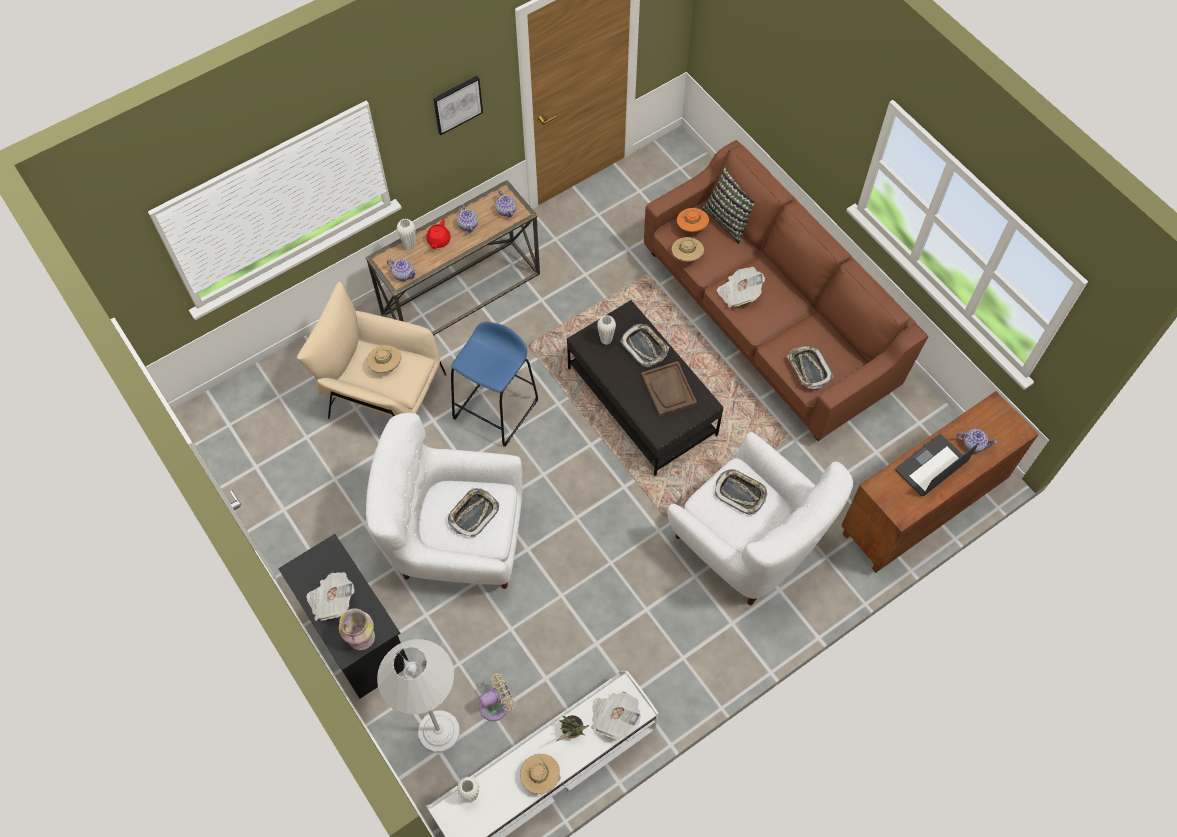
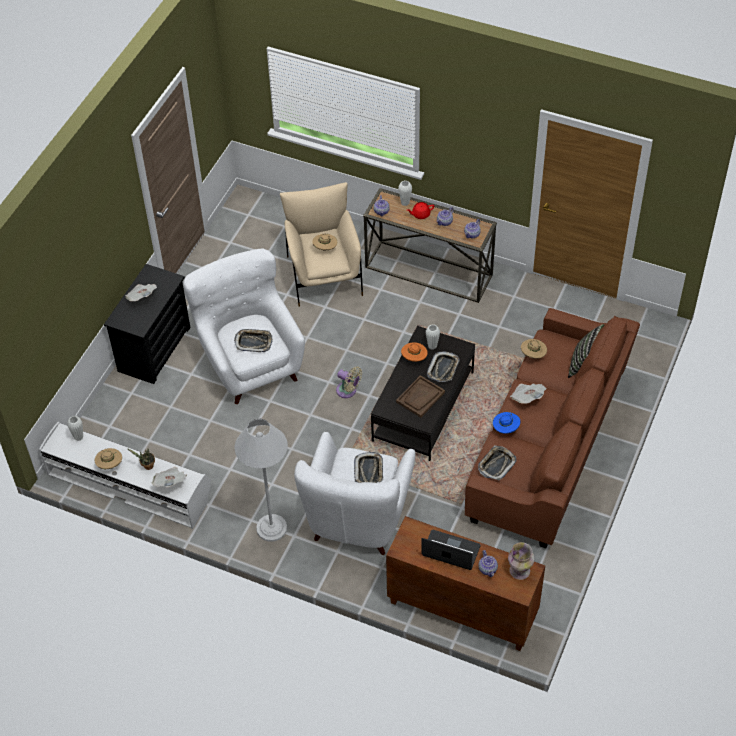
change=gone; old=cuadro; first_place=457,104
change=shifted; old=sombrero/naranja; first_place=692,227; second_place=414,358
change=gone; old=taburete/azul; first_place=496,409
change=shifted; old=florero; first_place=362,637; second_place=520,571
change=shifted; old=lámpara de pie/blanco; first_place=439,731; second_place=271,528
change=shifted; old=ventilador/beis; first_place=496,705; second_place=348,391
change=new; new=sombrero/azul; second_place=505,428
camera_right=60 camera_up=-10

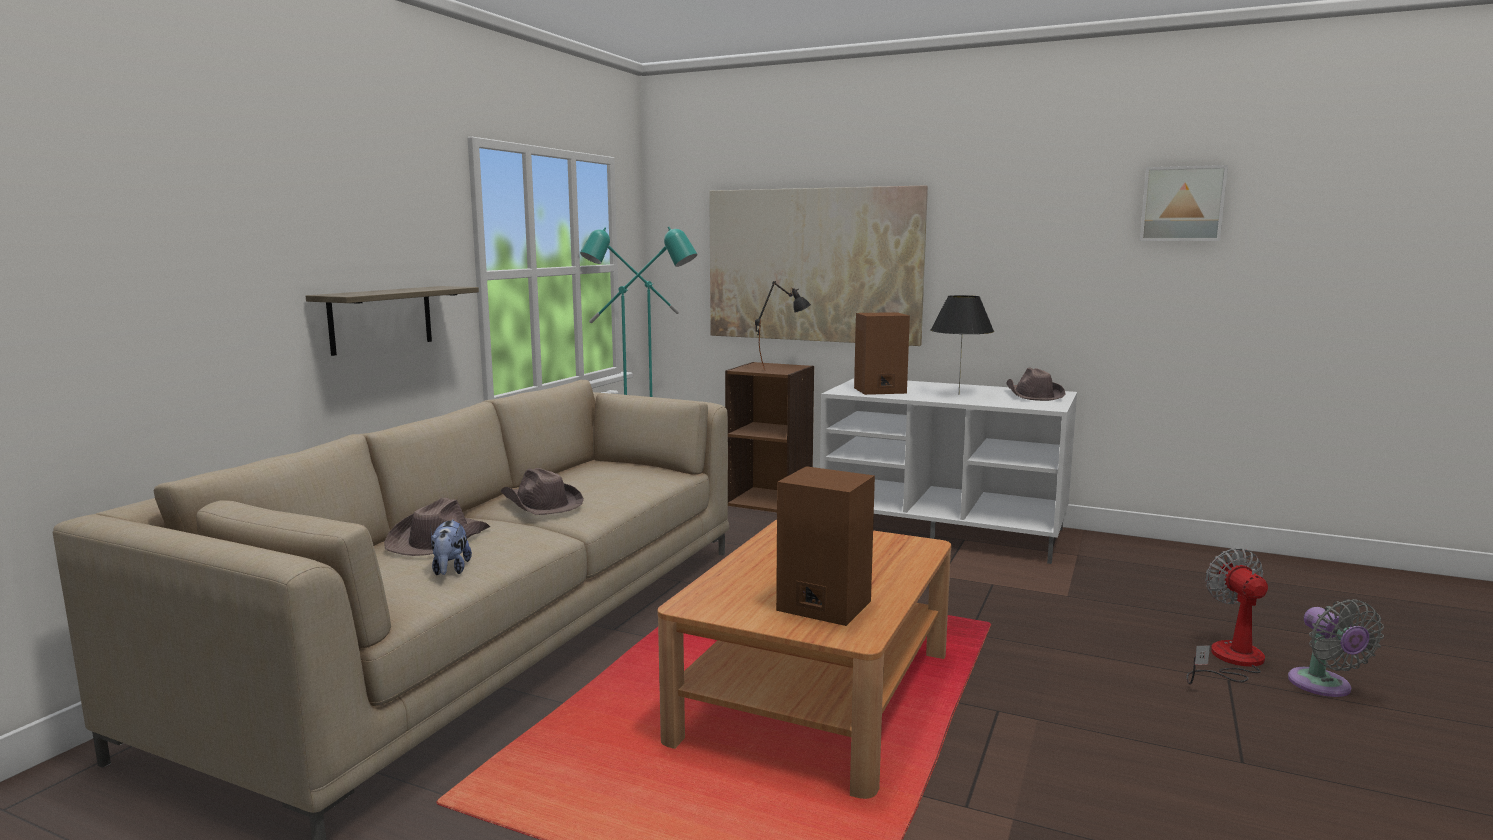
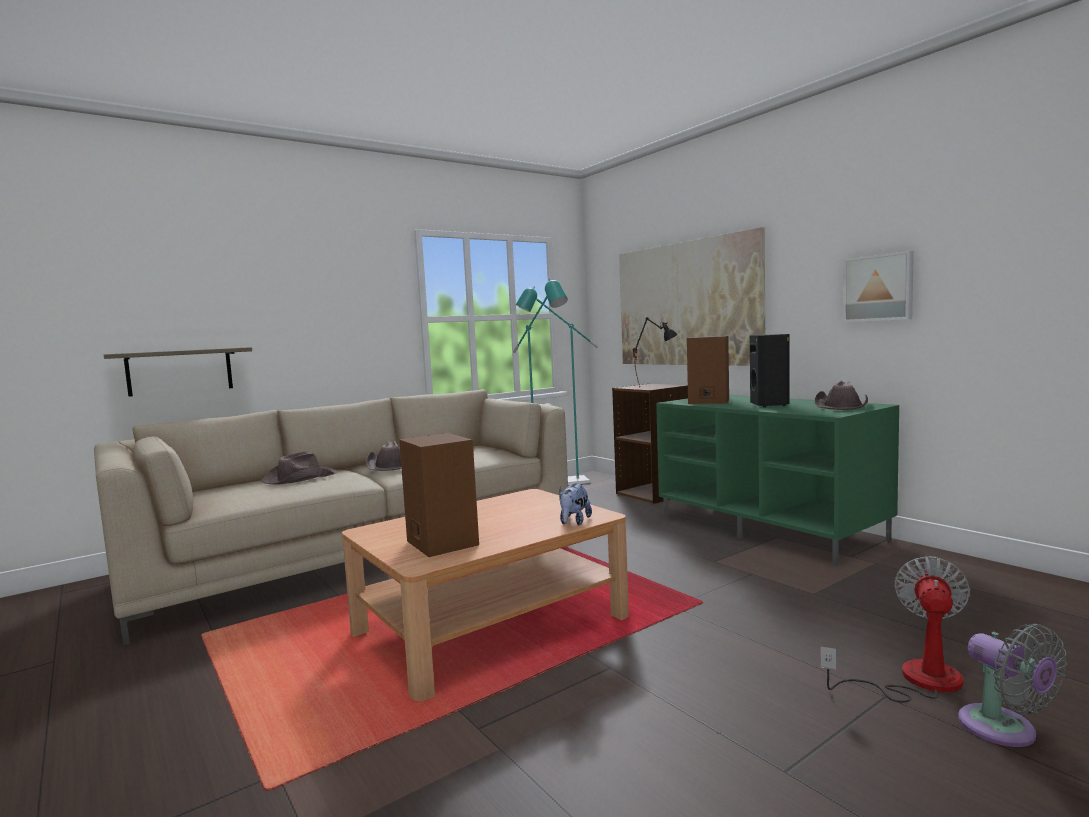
change=shifted; old=cuadro; first_place=1182,204; second_place=878,288
change=shifted; old=estante; first_place=381,319; second_place=180,371
change=swapped; old=lámpara de mesa/negro; new=altavoz/negro; first_place=959,394; second_place=770,405
change=repainted; old=mueble de televisión/blanco; new=mueble de televisión/verde; first_place=945,530; second_place=770,528
change=shifted; old=peluche; first_place=450,570; second_place=574,522
change=rotated; old=ventilador/gris; first_place=1323,686; second_place=1004,731; degrees=-45
camera_right=30 camera_up=-5

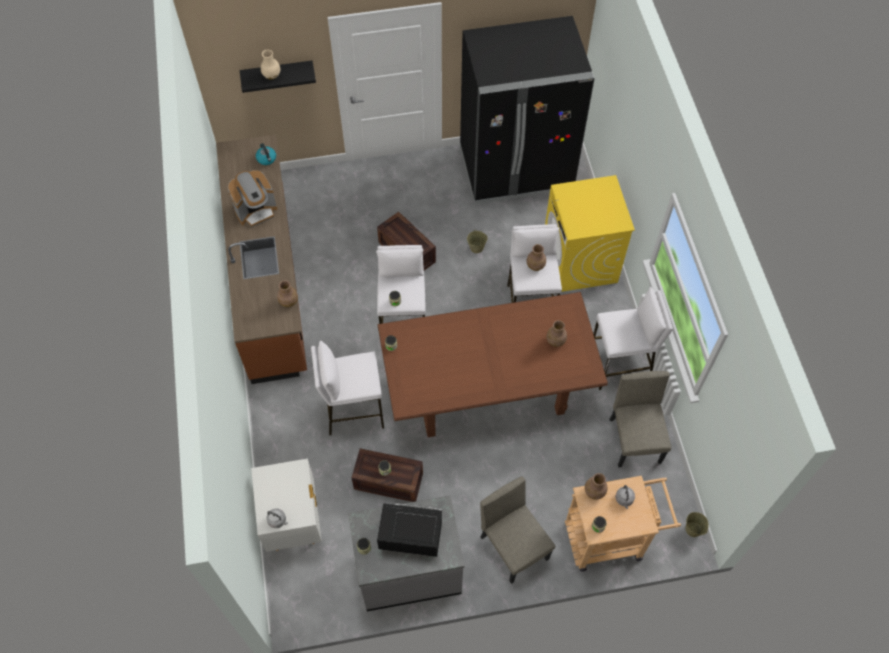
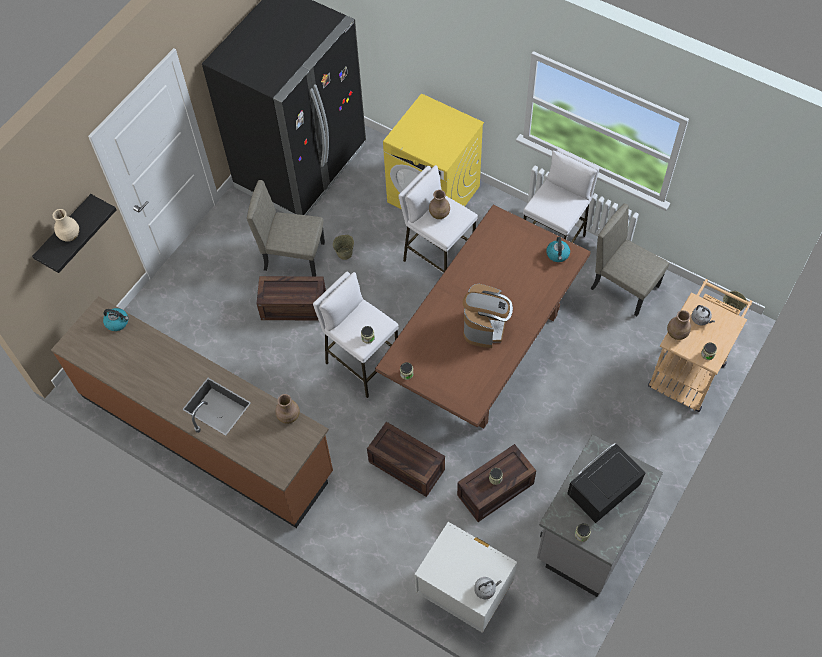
change=shifted; old=cafetera; first_place=256,211; second_place=485,327
change=gone; old=florero/marrón; first_place=555,341
change=swapped; old=taburete/blanco; new=caja de embalaje; first_place=353,411; second_place=405,466
change=shifted; old=silla/beis; first_place=514,547; second_place=294,256
change=new; new=hervidor; second_place=558,254
camera_right=-45 camera_up=0

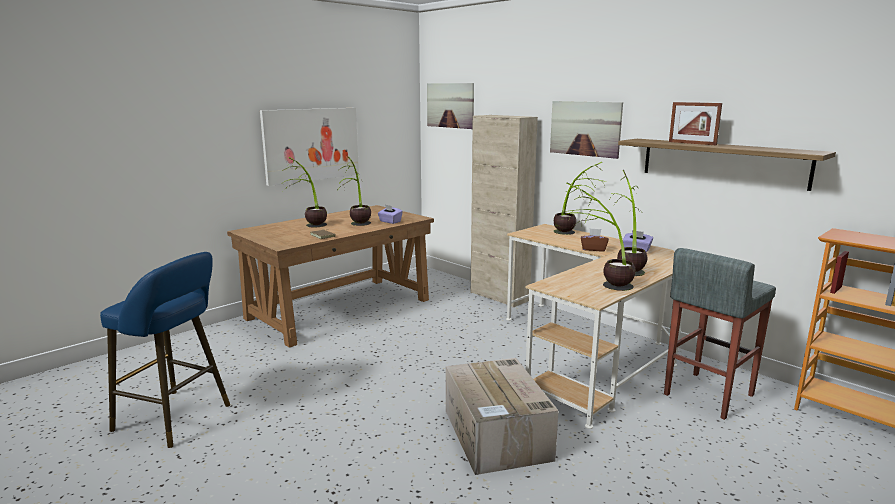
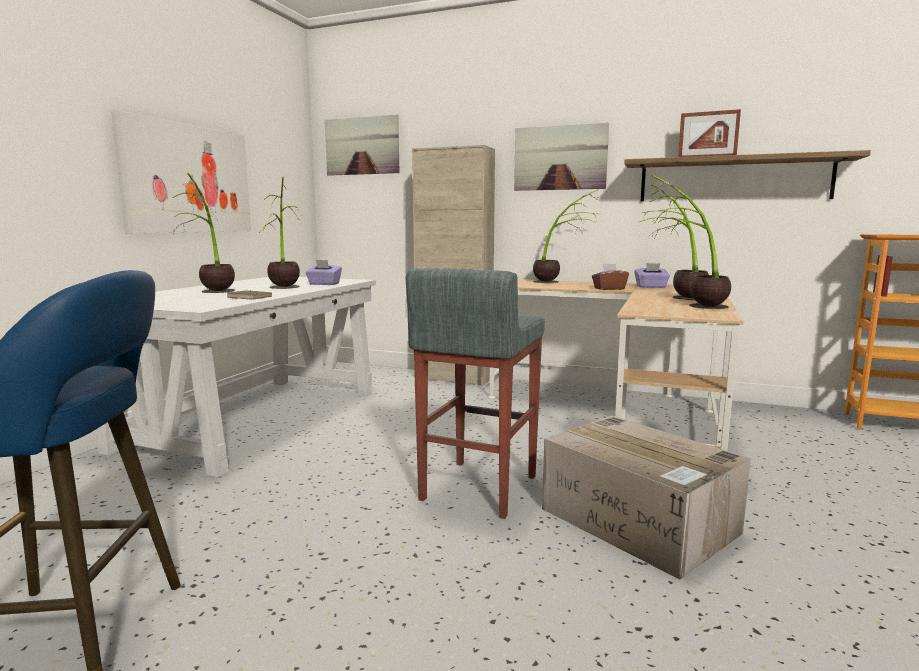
change=repainted; old=escritorio/marrón; new=escritorio/blanco; first_place=339,309; second_place=255,418
change=shifted; old=taburete/gris; first_place=707,395; second_place=477,488
camera_right=-25 camera_up=-5

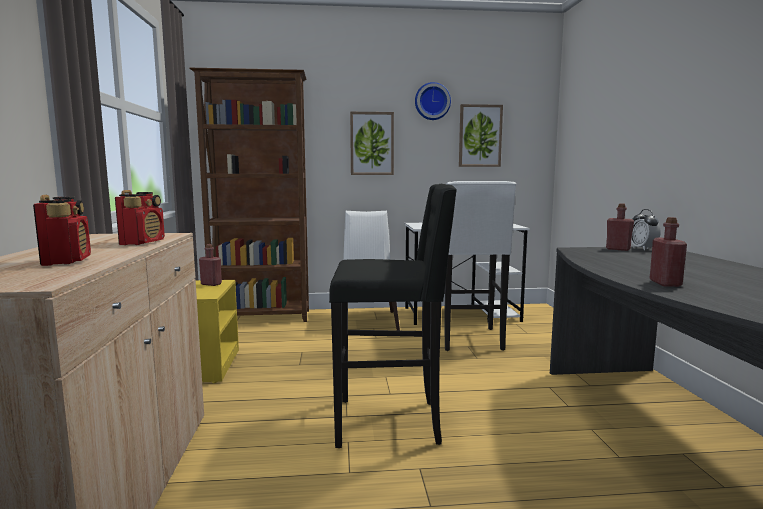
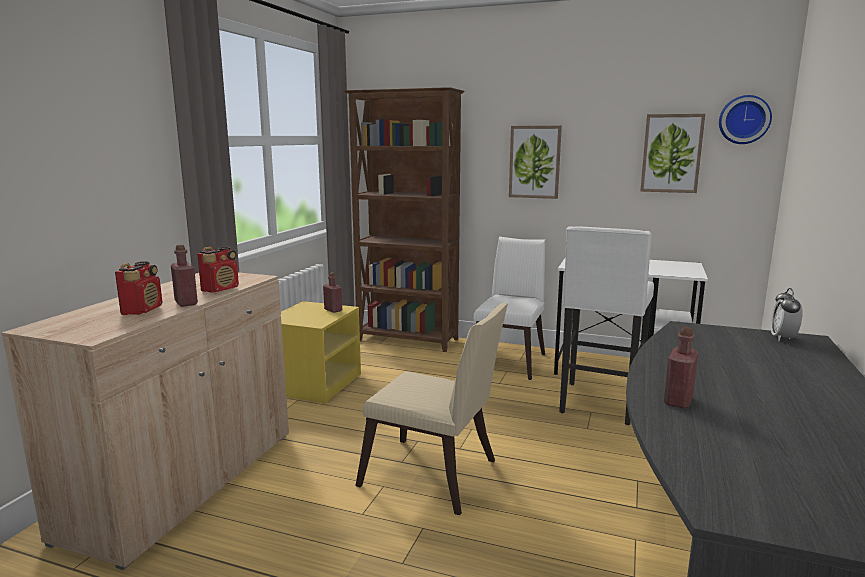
change=shifted; old=reloj de pared; first_place=432,101; second_place=744,120
change=swapped; old=taburete/negro; new=silla/beis; first_place=390,422; second_place=435,477
change=shifted; old=botella/rojo; first_place=618,249; second_place=186,303
camera_right=25 camera_up=5

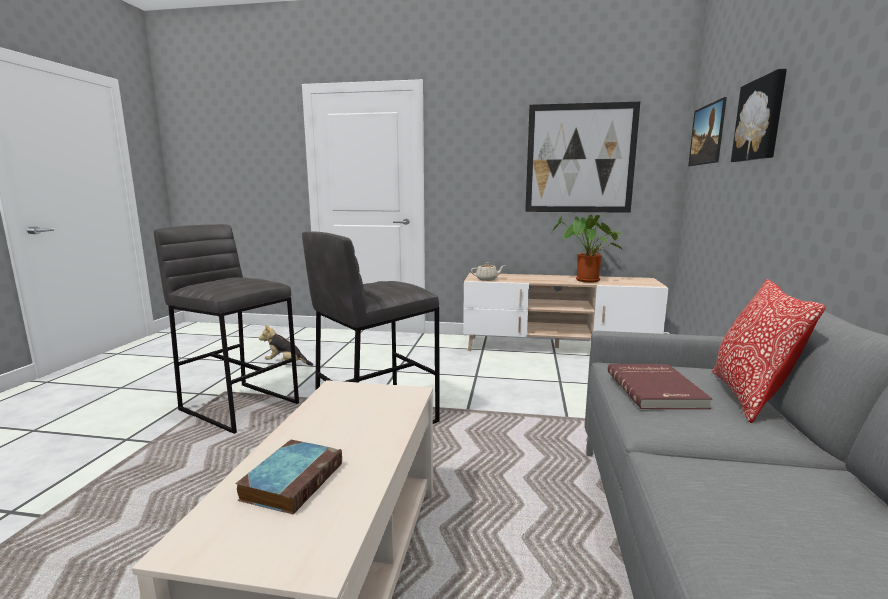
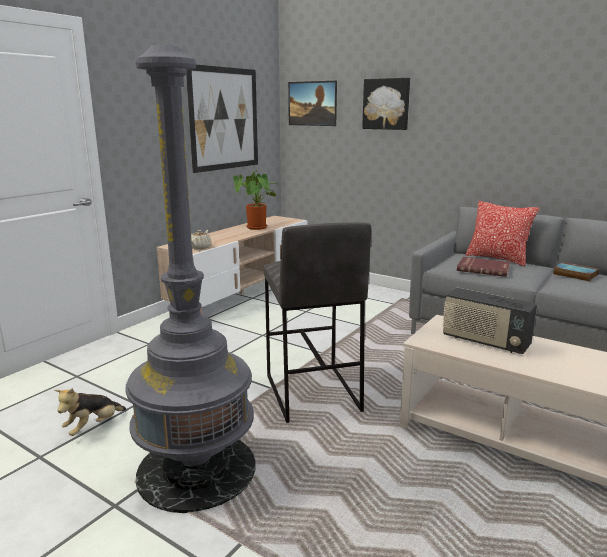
change=swapped; old=taburete/gris; new=lámpara de pie/gris; first_place=240,406; second_place=196,469
change=shifted; old=libro; first_place=293,480; second_place=573,274
change=new; new=radio; second_place=484,342
camera_right=-65 camera_up=5

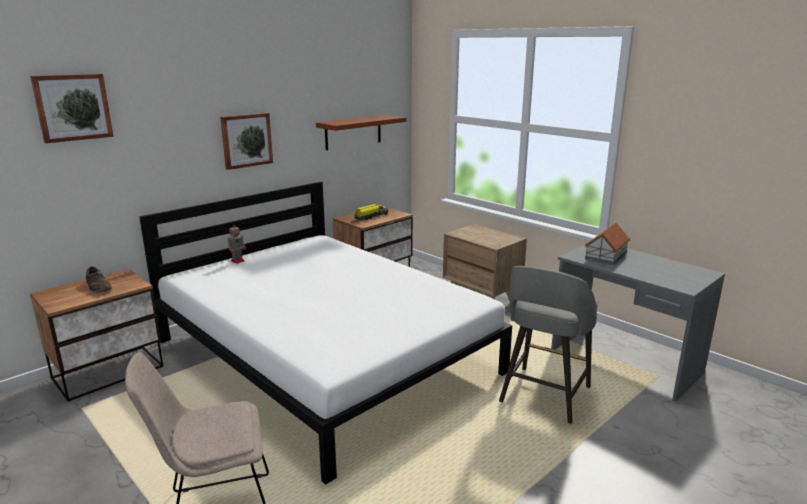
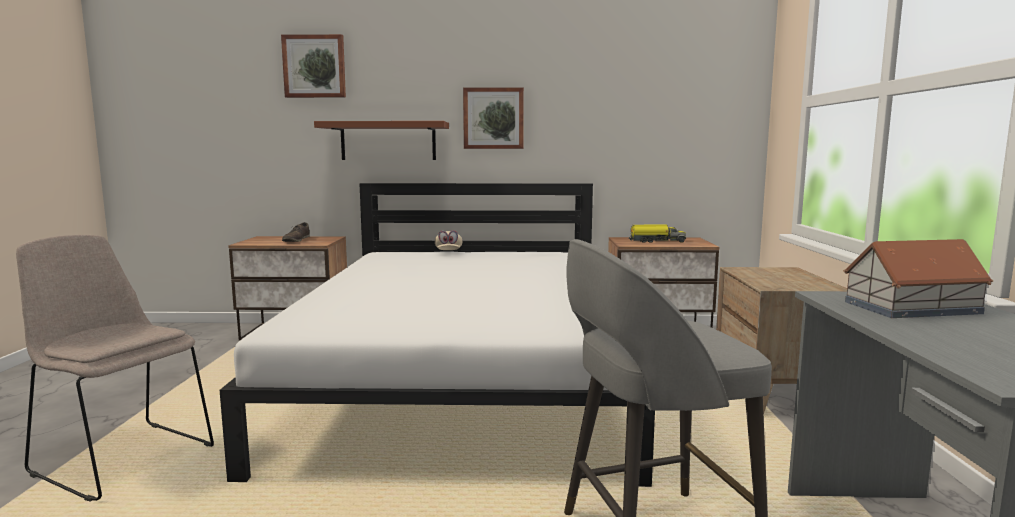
change=shifted; old=estante/marrón; first_place=353,132; second_place=388,141
change=swapped; old=robot de juguete; new=gorra/beis; first_place=238,261; second_place=448,252
camera_right=45 camera_up=-10

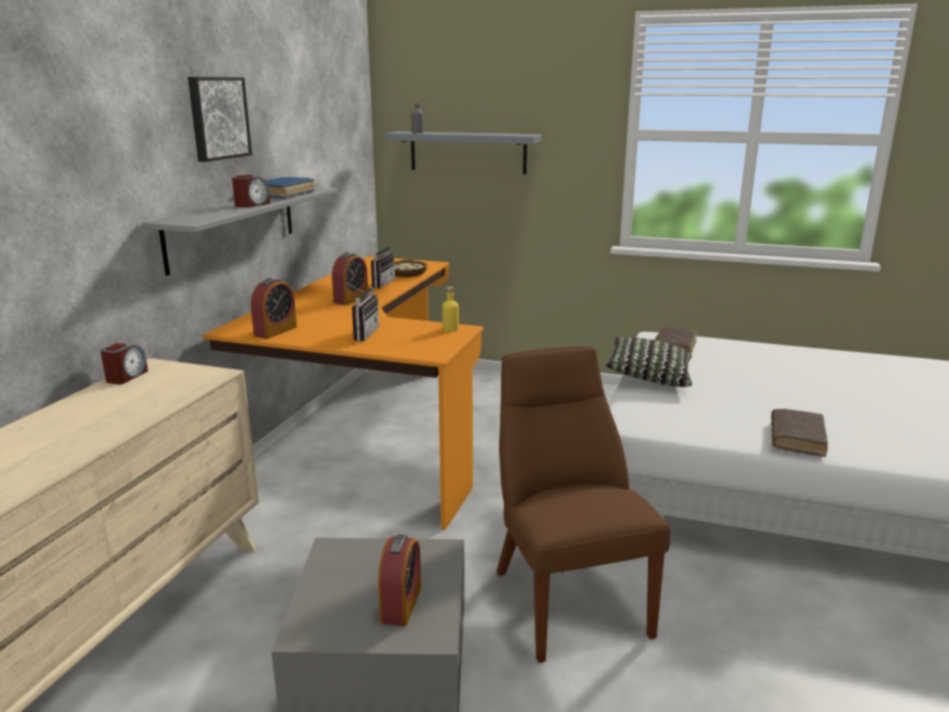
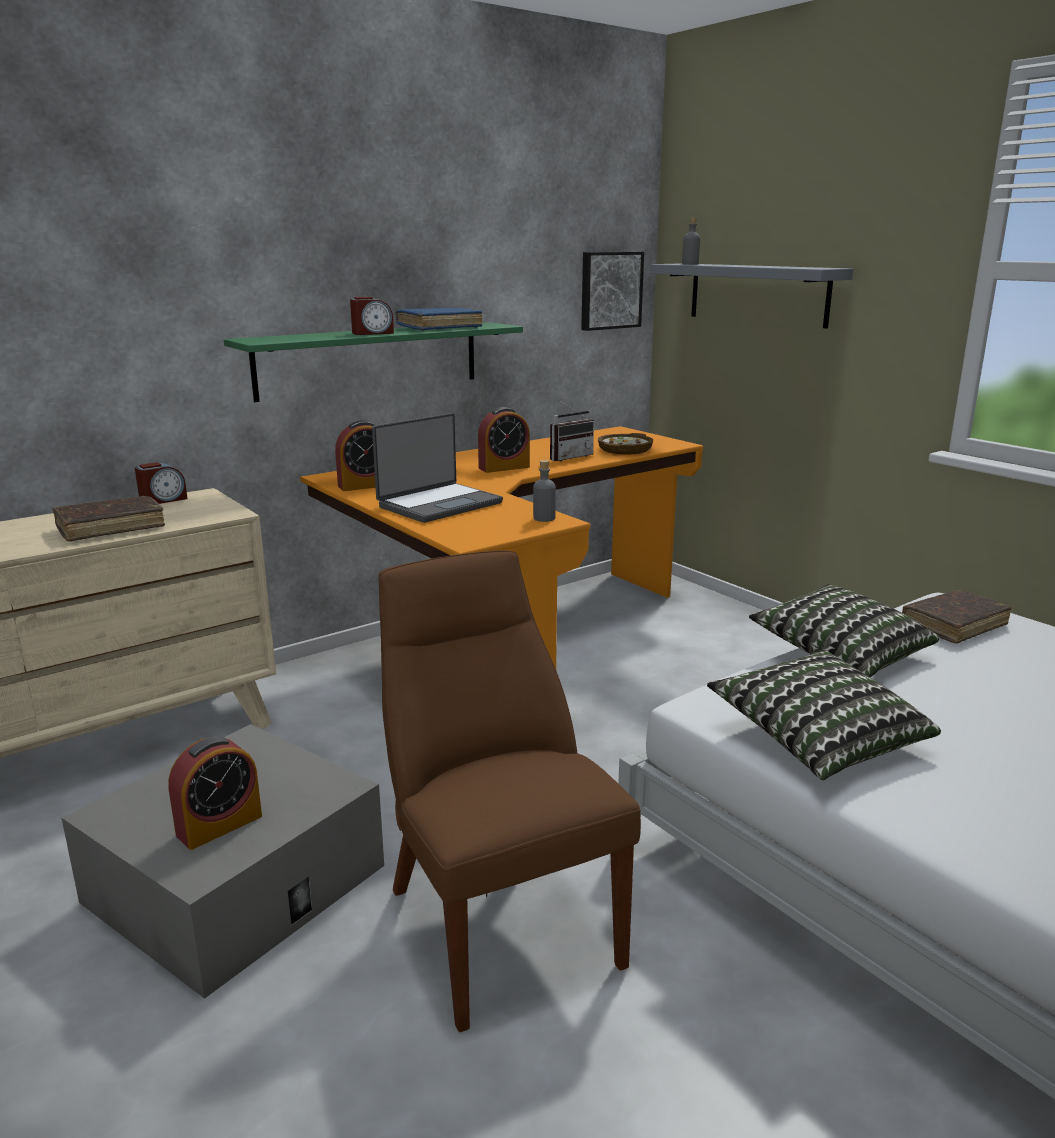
change=shifted; old=cuadro; first_place=217,118; second_place=610,290
change=repainted; old=estante/gris; new=estante/verde; first_place=233,227; second_place=370,360
change=swapped; old=radio; new=portátil; first_place=361,334; second_place=438,504
change=repainted; old=botella/amarillo; new=botella/gris; first_place=450,329; second_place=544,518
change=rotated; old=silla/marrón; first_place=566,598; second_place=497,919; degrees=-45
change=shifted; old=libro/marrón; first_place=796,439; second_place=111,528
change=new; new=cojín; second_place=818,739
camera_right=35 camera_up=0

